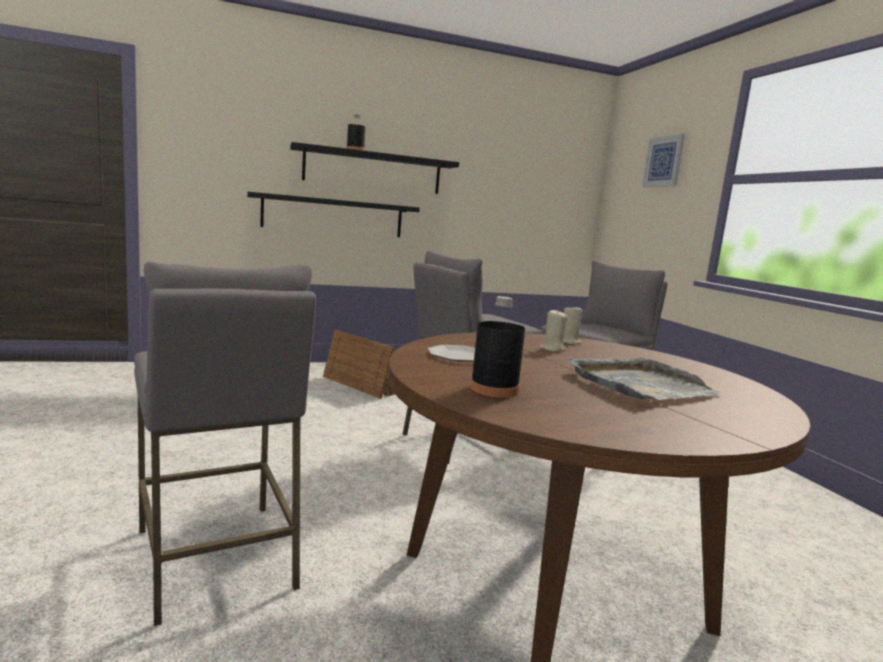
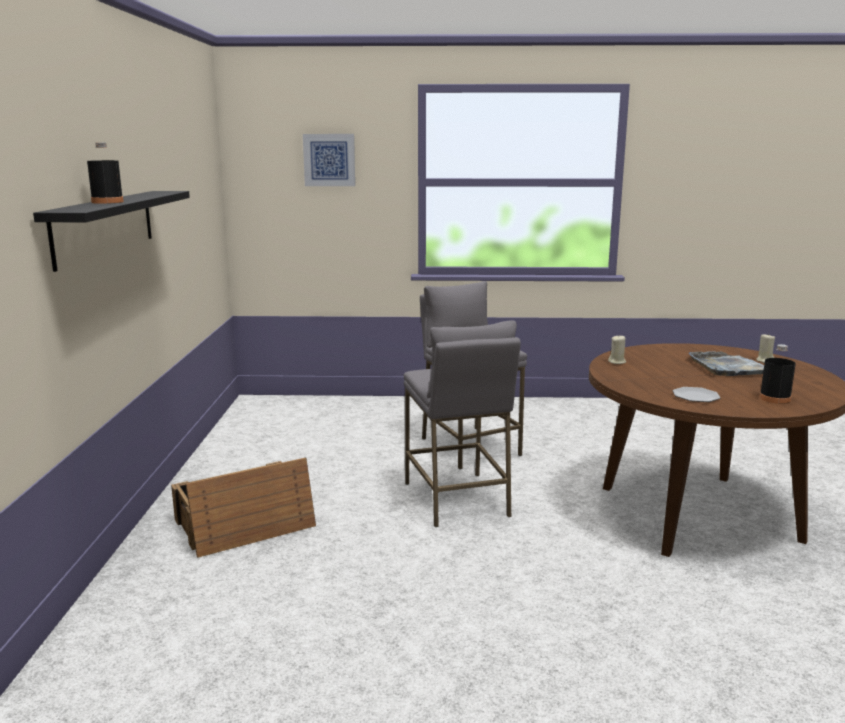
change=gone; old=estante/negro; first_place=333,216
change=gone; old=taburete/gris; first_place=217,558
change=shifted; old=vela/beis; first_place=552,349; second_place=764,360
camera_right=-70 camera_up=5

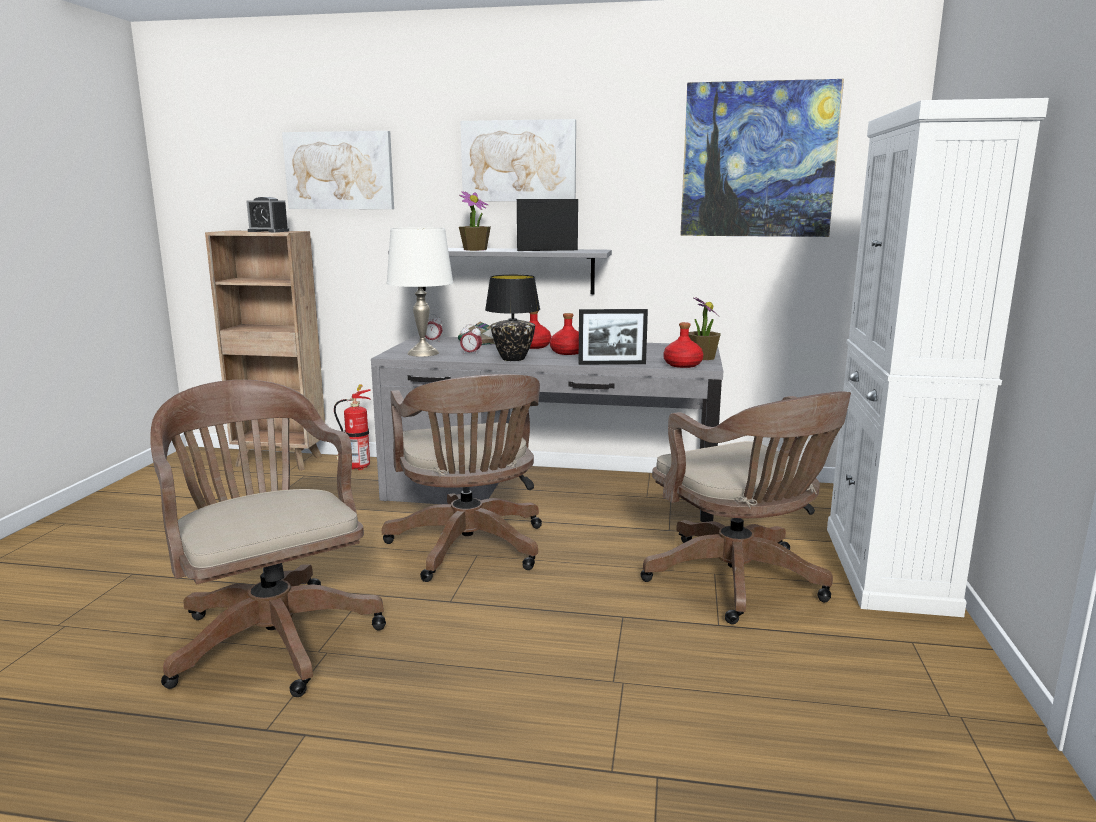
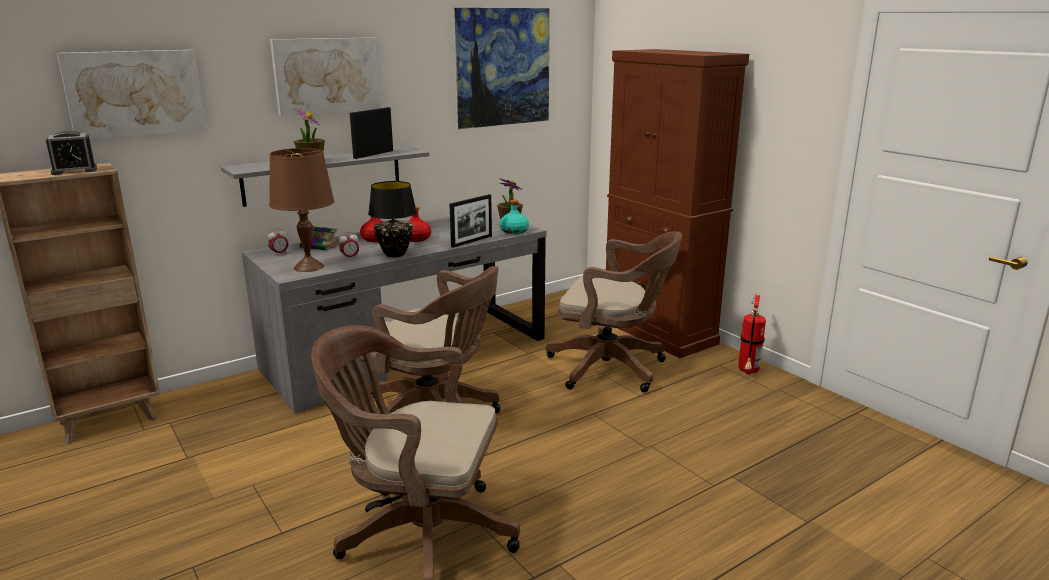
change=repainted; old=armario/blanco; new=armario/marrón; first_place=887,568; second_place=658,332
change=repainted; old=lámpara de mesa/blanco; new=lámpara de mesa/marrón; first_place=422,353; second_place=308,267
change=repainted; old=botella/rojo; new=botella/turquesa; first_place=682,365; second_place=514,231
change=shifted; old=extintor; first_place=356,468; second_place=748,372
camera_right=-45 camera_up=5

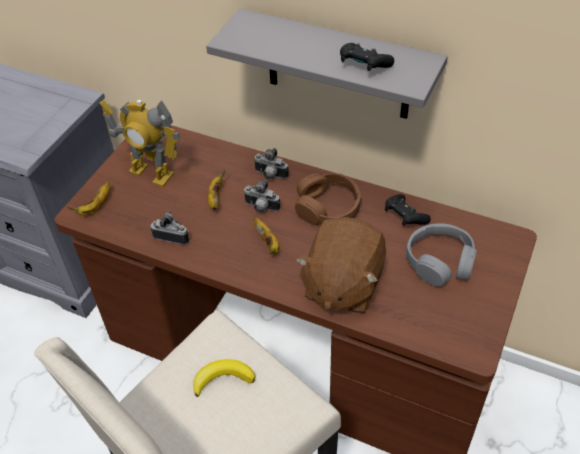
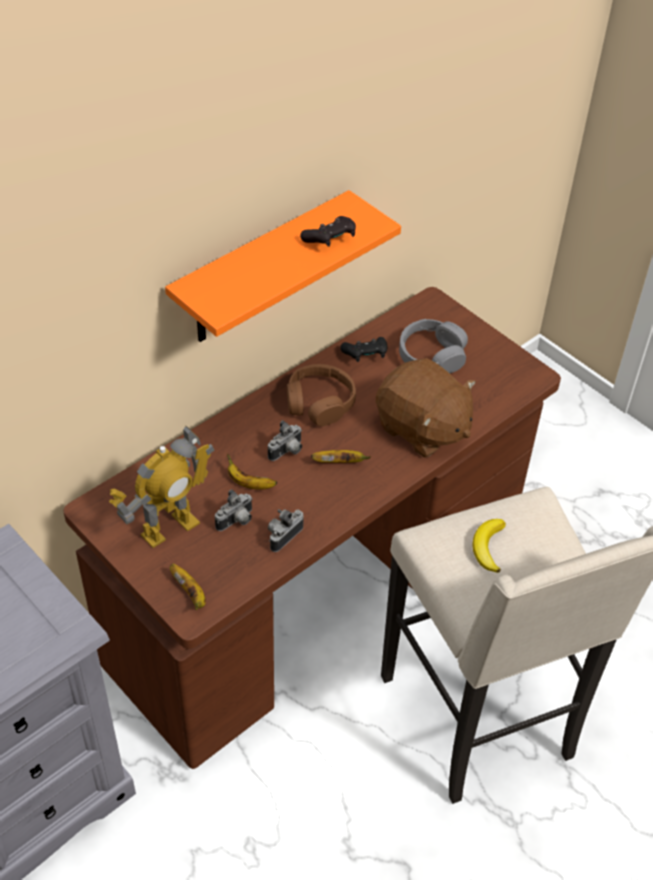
change=repainted; old=estante/gris; new=estante/naranja; first_place=338,66; second_place=261,271
change=shifted; old=cámara; first_place=270,175; second_place=236,521
camera_right=-70 camera_up=0

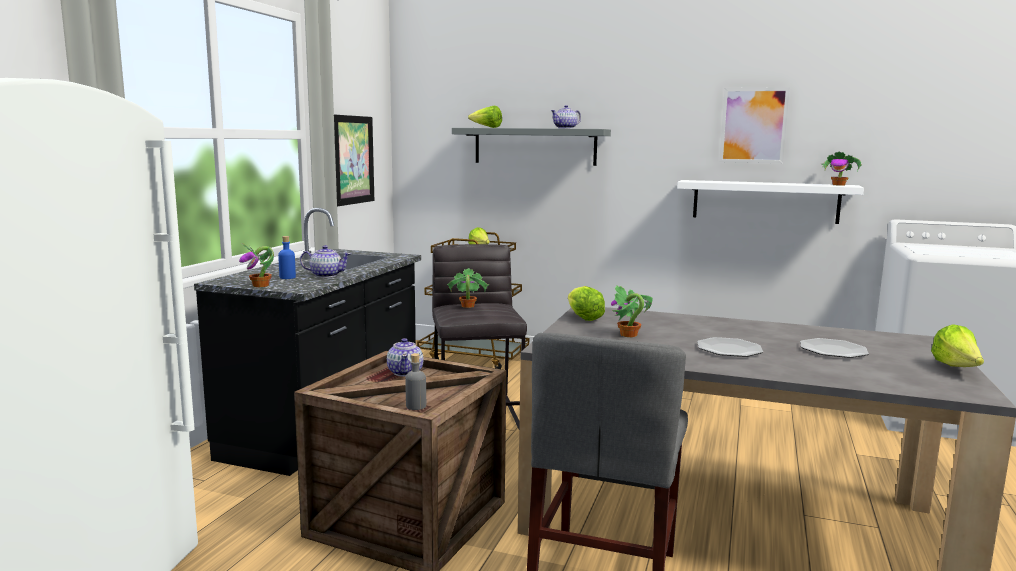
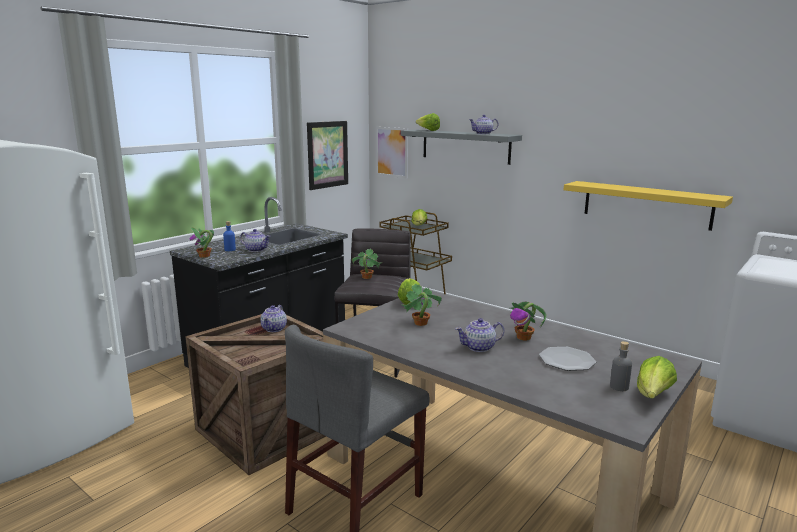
change=shifted; old=cuadro; first_place=753,125; second_place=392,152
change=shifted; old=planta en maceta; first_place=839,185; second_place=524,337
change=repainted; old=estante/blanco; new=estante/amarillo; first_place=765,201; second_place=646,204
change=swapped; old=plato; new=tetera; first_place=729,349; second_place=479,347
change=shifted; old=botella/gris; first_place=416,406; second_place=619,387
camera_right=20 camera_up=5

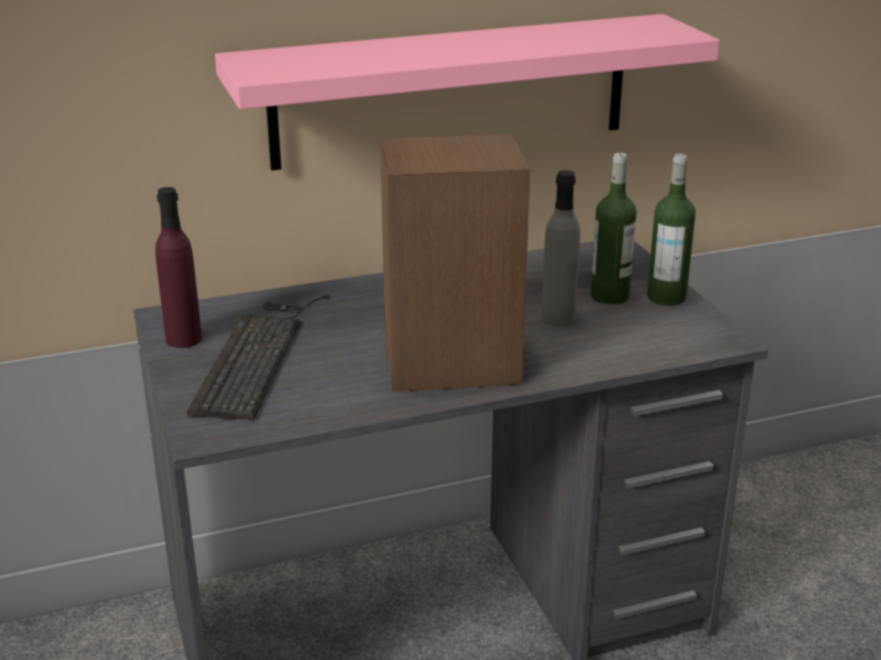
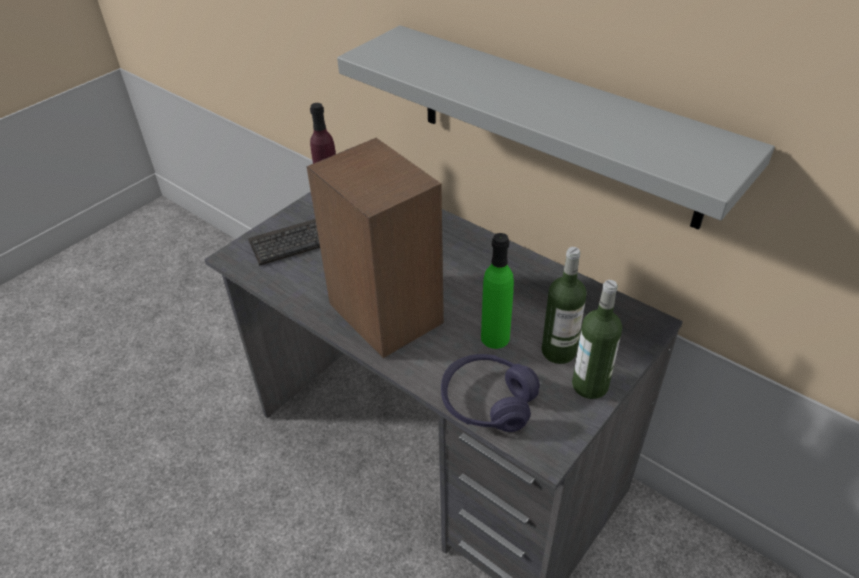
change=repainted; old=estante/rosa; new=estante/gris; first_place=451,91; second_place=555,124
change=repainted; old=botella/gris; new=botella/verde; first_place=558,318; second_place=495,337
change=new; new=auriculares/morado; second_place=487,402
camera_right=60 camera_up=15

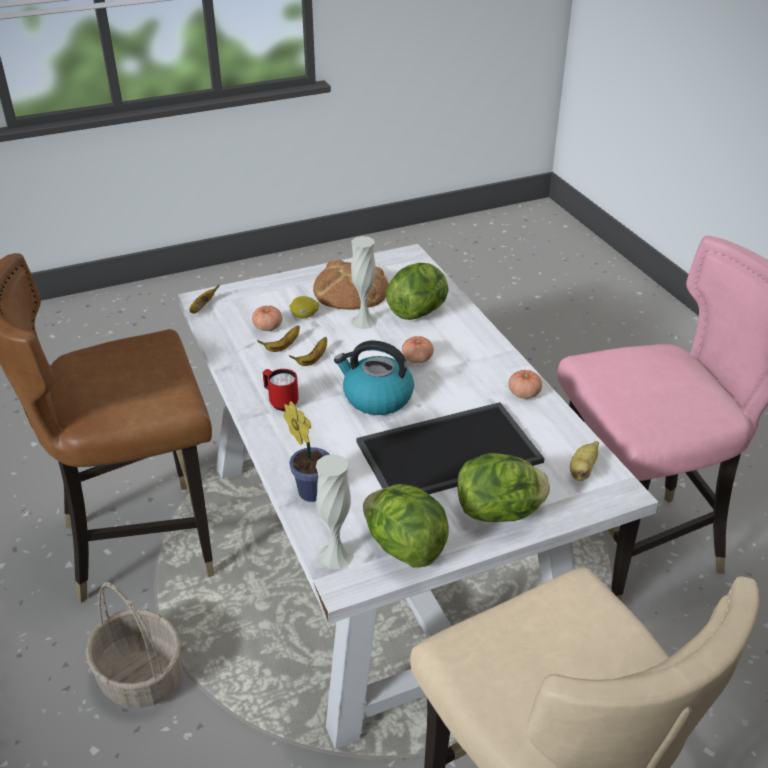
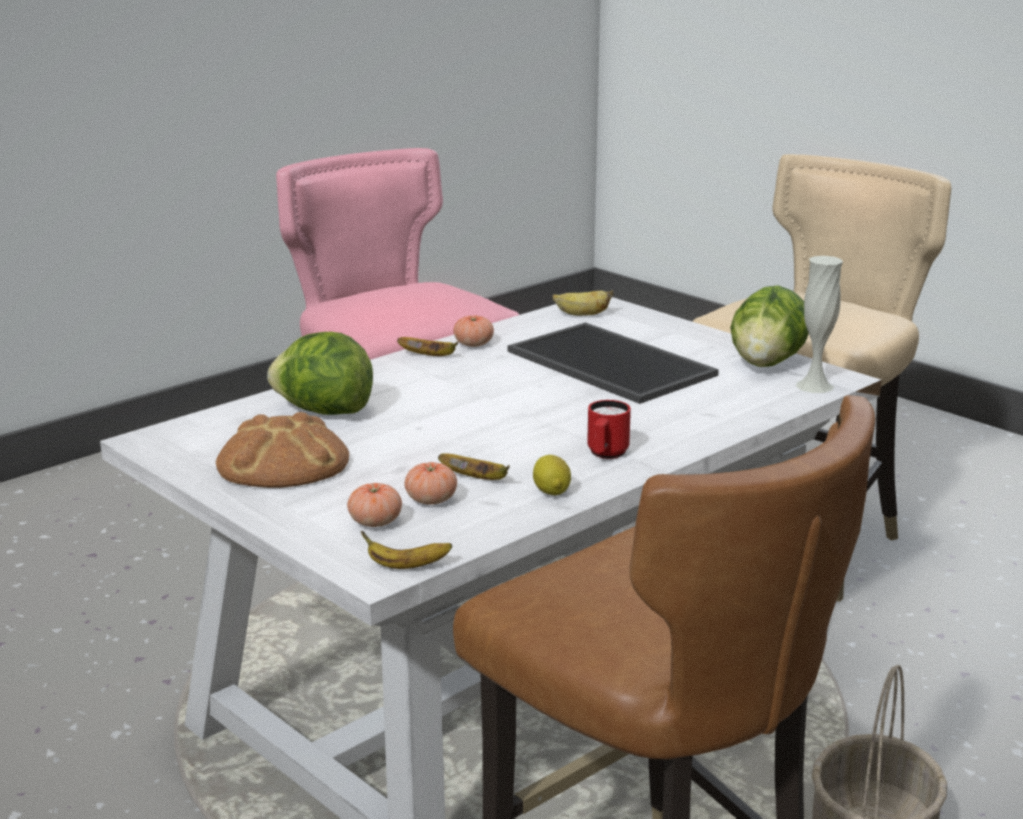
change=gone; old=florero/blanco; first_place=364,321
change=shifted; old=limón; first_place=304,316; second_place=551,491
change=shifted; old=tomate; first_place=417,359; second_place=375,522
change=shifted; old=plátano; first_place=313,360; second_place=429,356
change=gone; old=hervidor; first_place=376,398
change=gone; old=planta en maceta; first_place=310,490
change=gone; old=lechuga; first_place=500,512
camera_right=-110 camera_up=-15

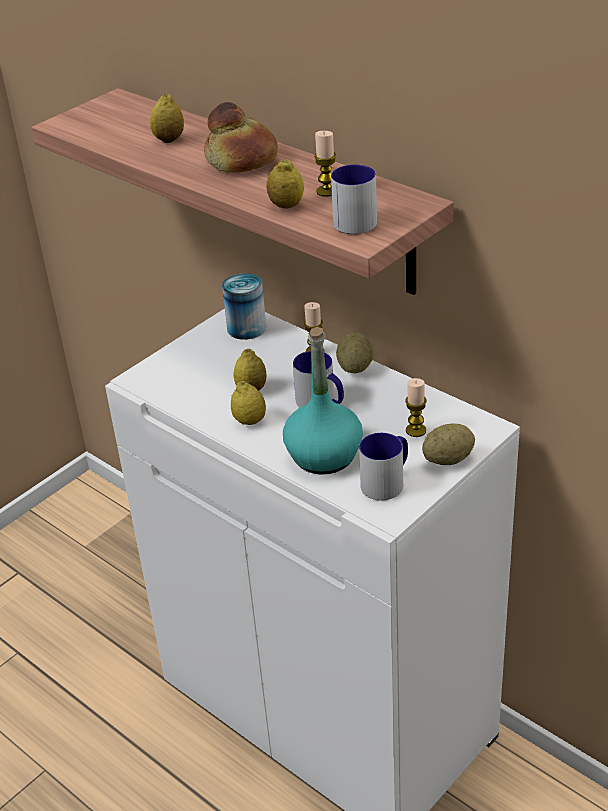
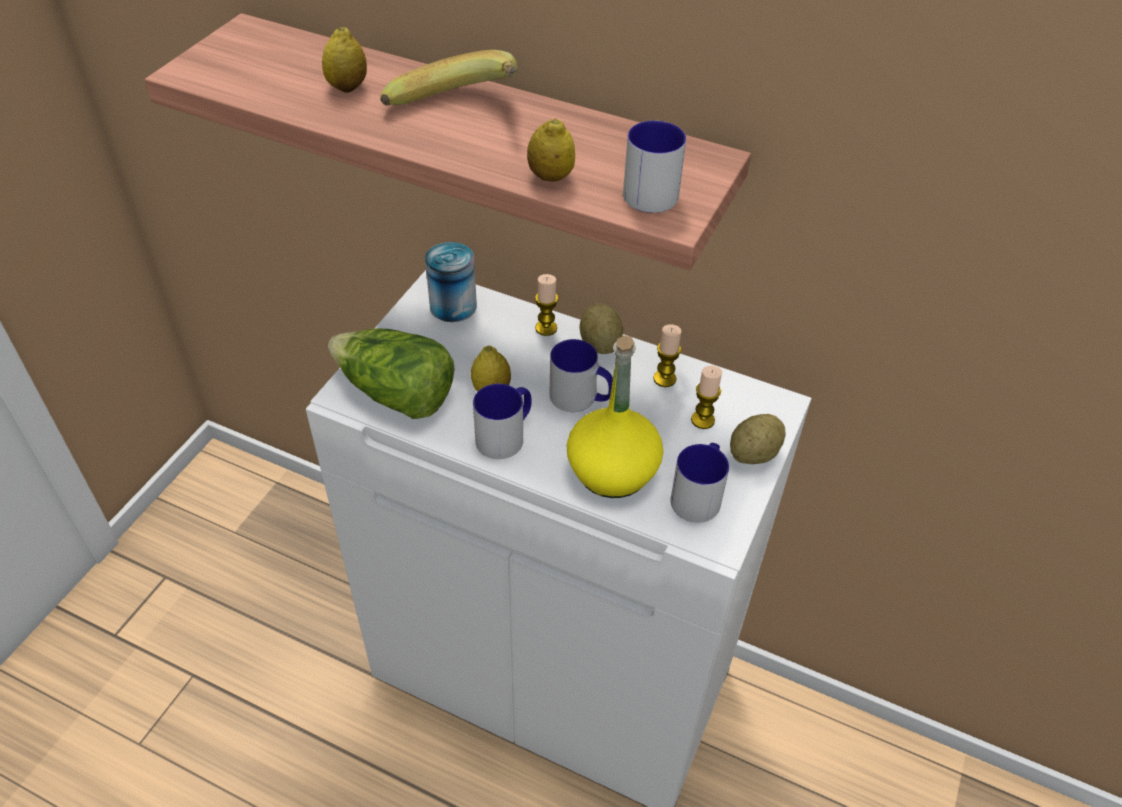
change=swapped; old=pan; new=plátano; first_place=241,161; second_place=458,113
change=shifted; old=vela; first_place=327,191; second_place=664,379
change=repainted; old=botella/turquesa; new=botella/amarillo; first_place=324,456; second_place=612,471
change=swapped; old=limón; new=taza grande; first_place=249,421; second_place=506,435
change=new; new=lechuga; second_place=396,394
camera_right=-20 camera_up=10

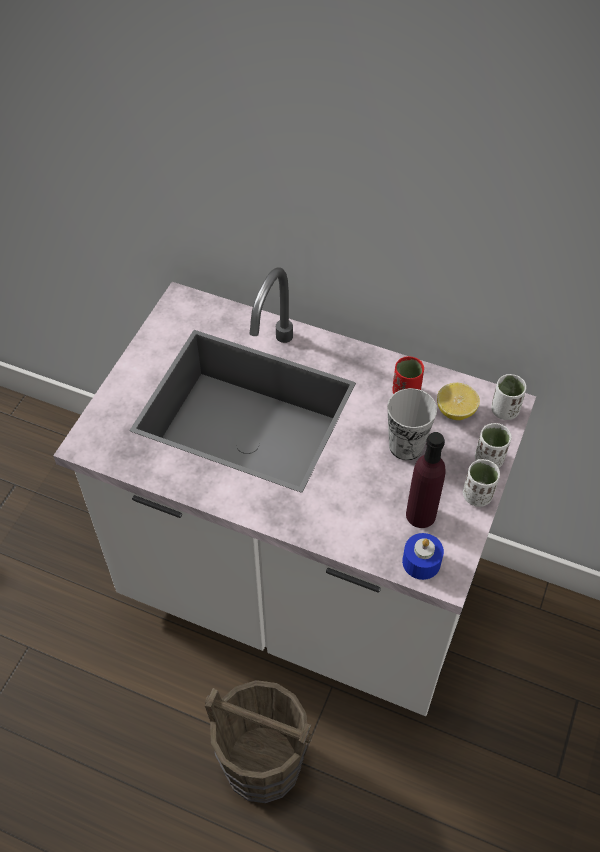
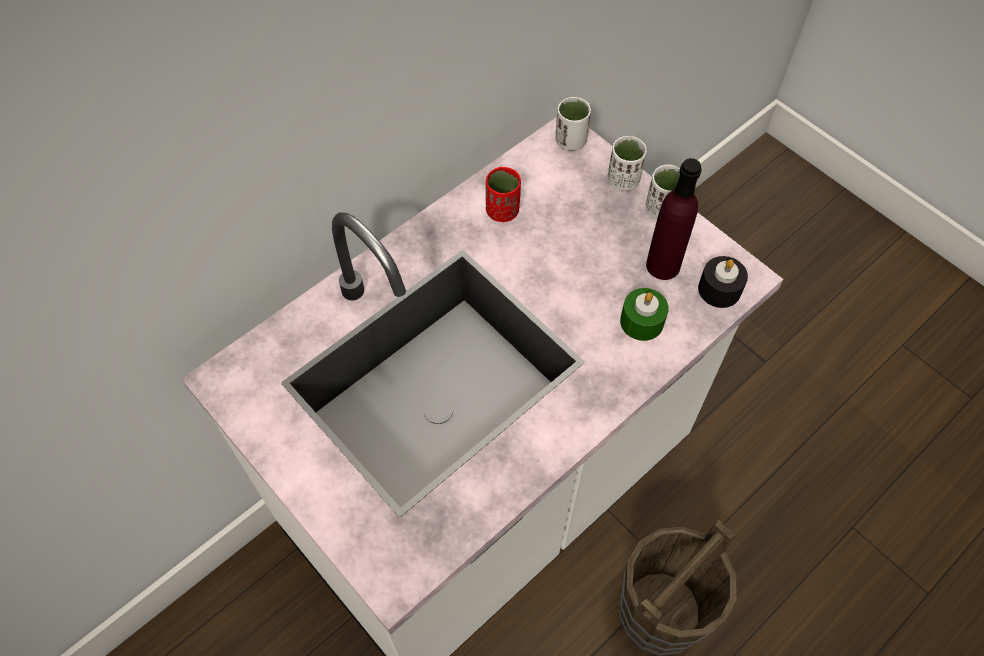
change=gone; old=limón; first_place=455,411
change=gone; old=taza; first_place=406,446
change=repainted; old=vela/azul; new=vela/negro; first_place=421,562; second_place=719,289
change=new; new=vela/verde; second_place=641,321
camera_right=-65 camera_up=5

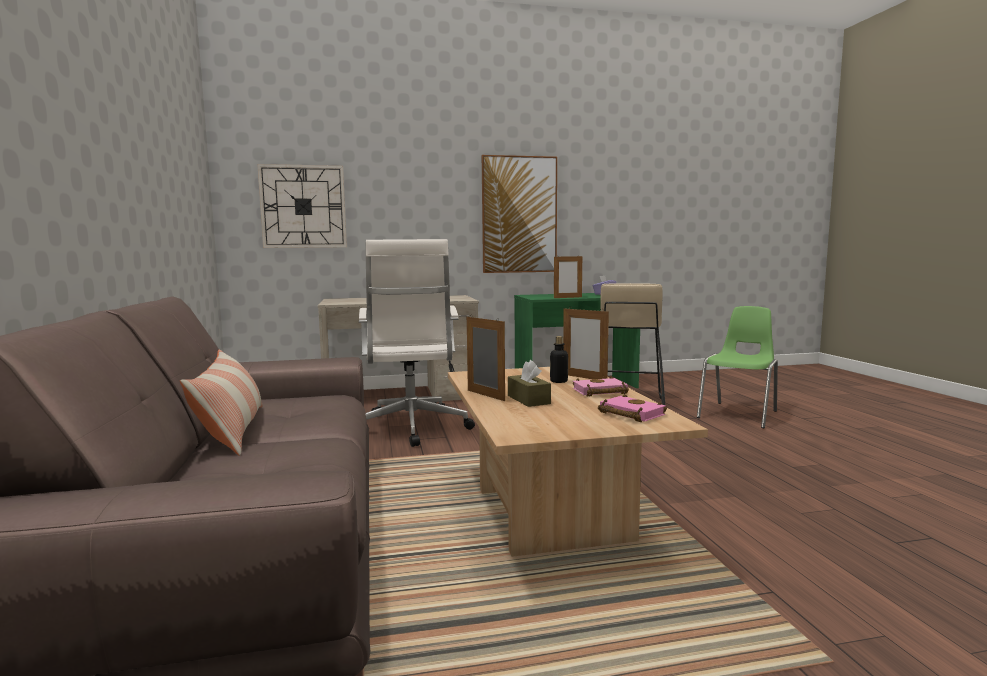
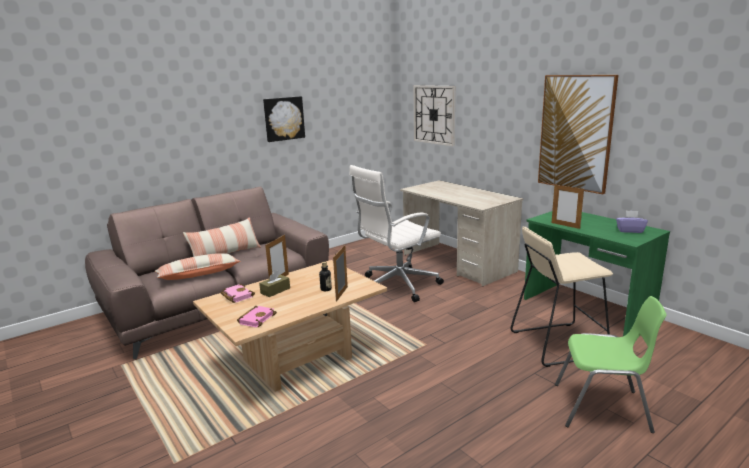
change=shifted; old=libro/rosa; first_place=599,392; second_place=236,296
change=new; new=cuadro; second_place=283,118
change=new; new=cojín; second_place=199,274
camera_right=65 camera_up=10

